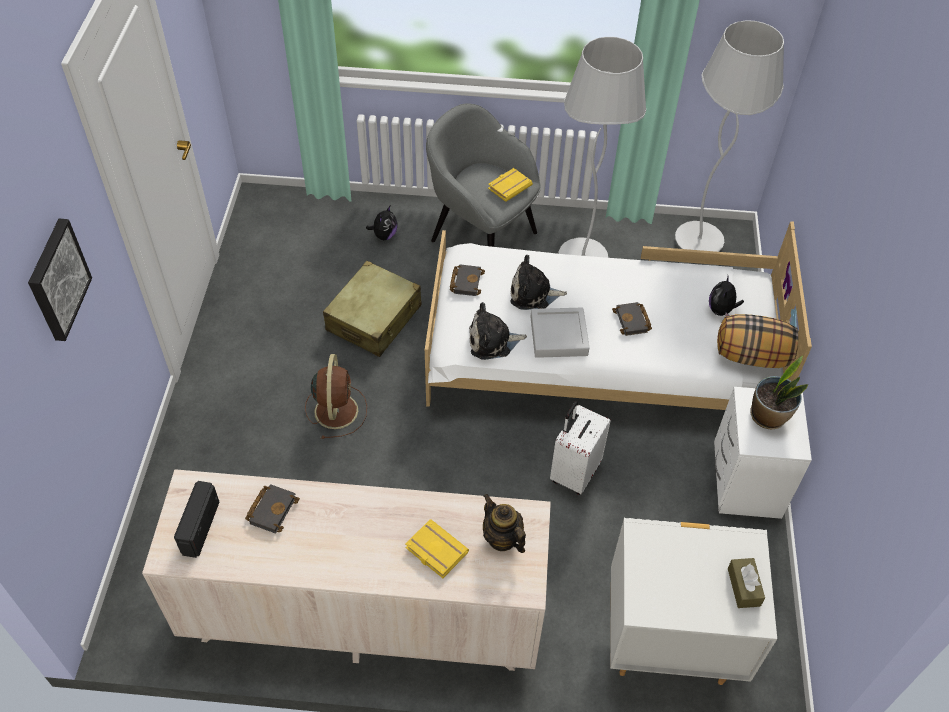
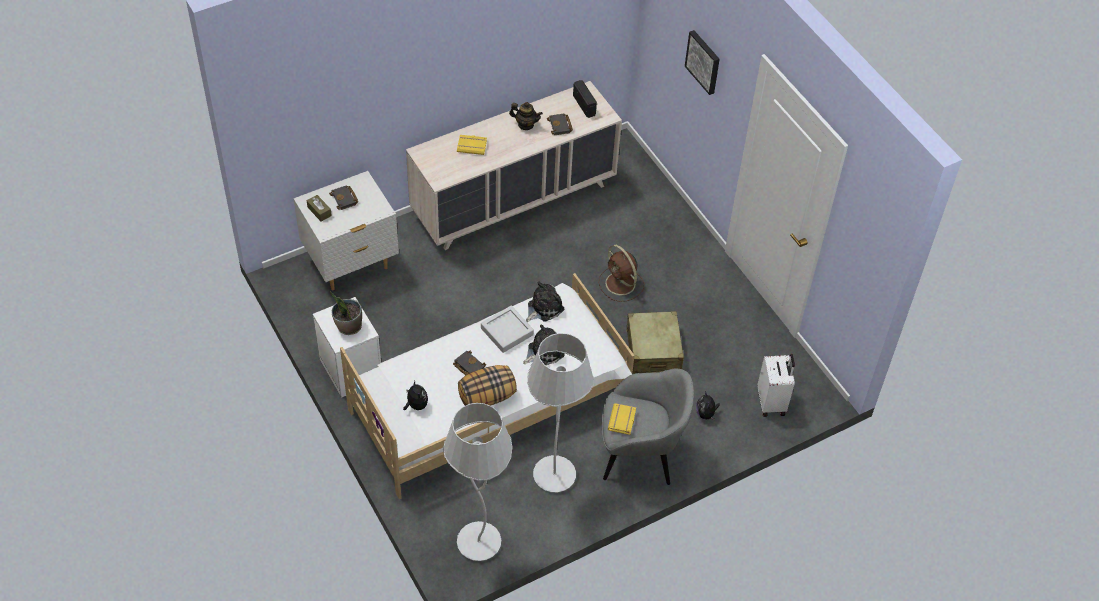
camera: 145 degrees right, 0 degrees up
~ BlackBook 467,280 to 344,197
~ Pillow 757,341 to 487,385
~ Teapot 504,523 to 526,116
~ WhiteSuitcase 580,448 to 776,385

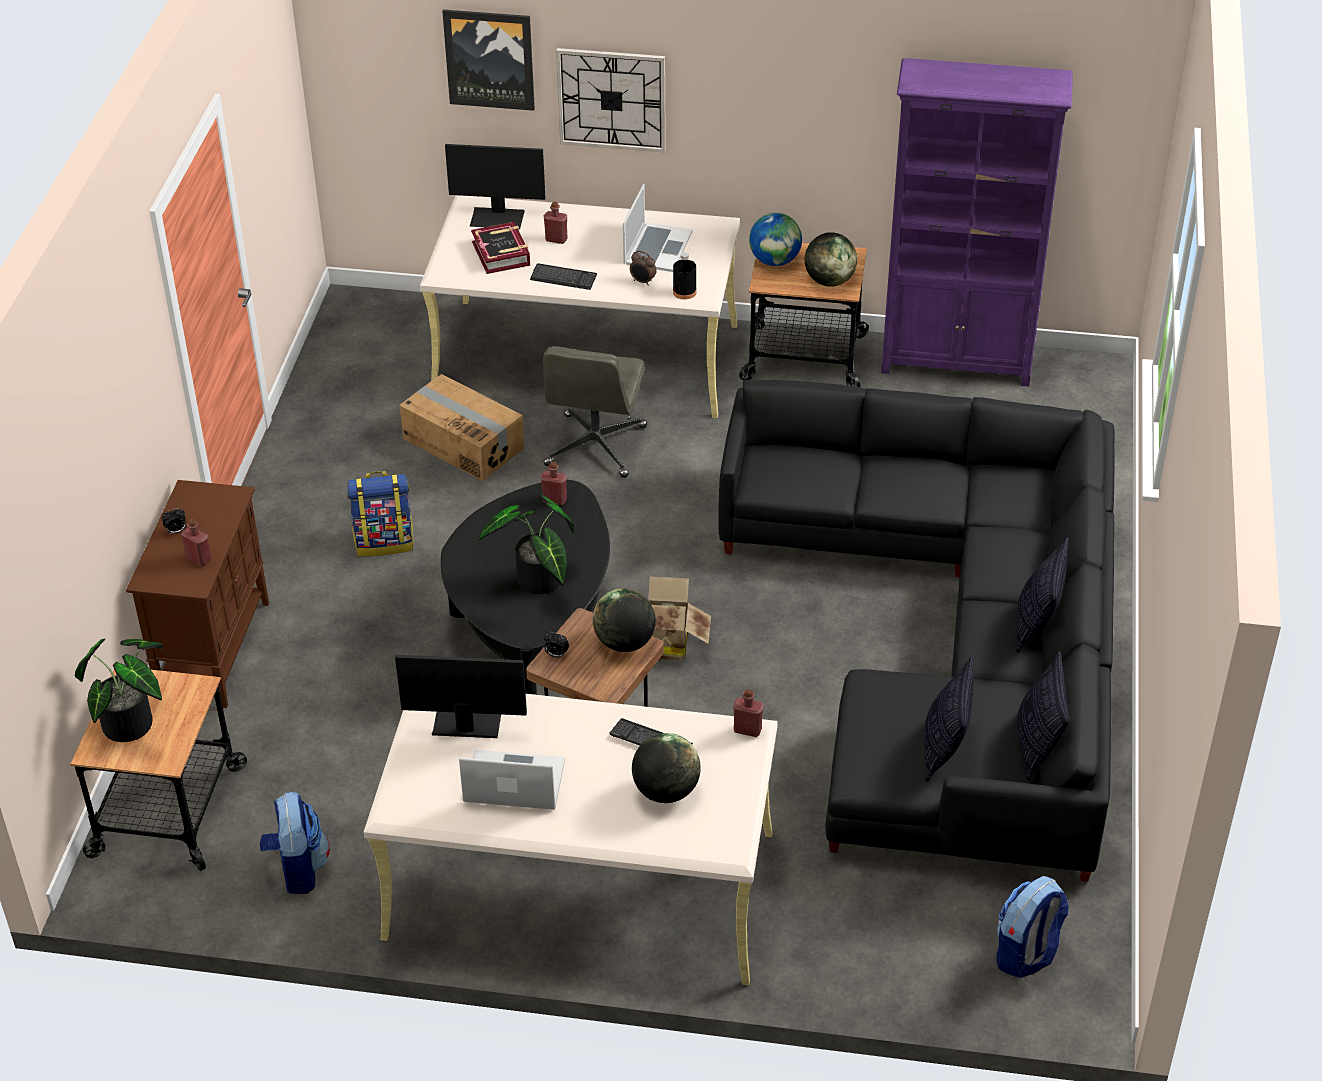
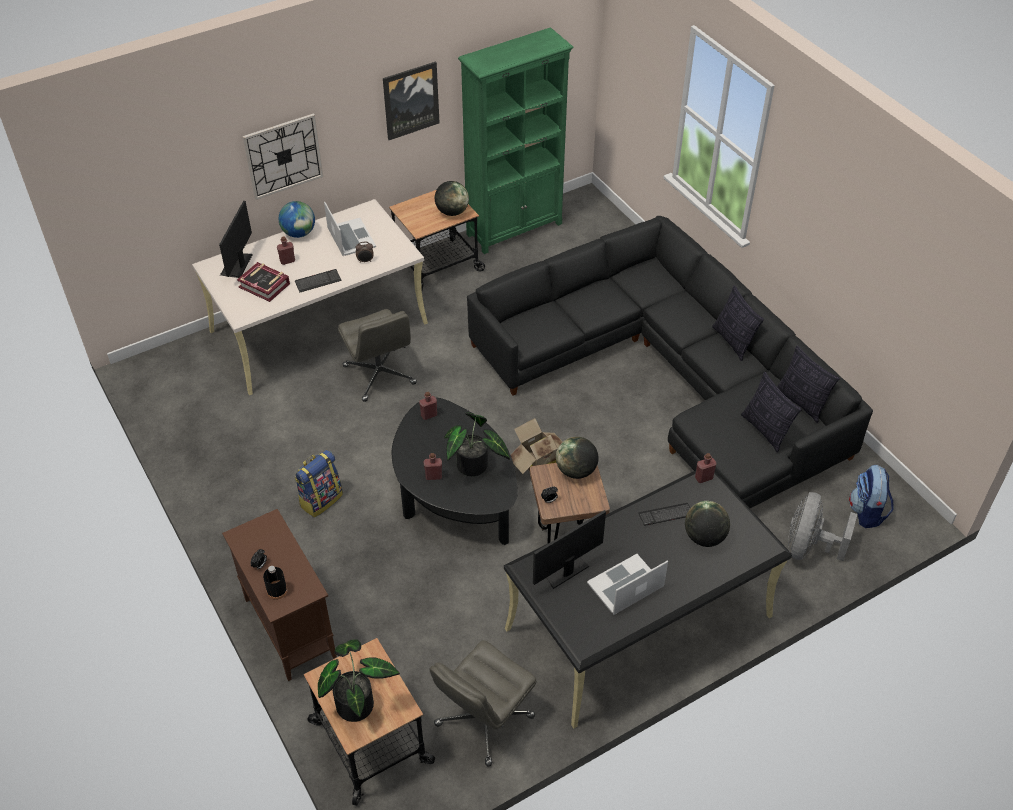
camera: 40 degrees left, 5 degrees up
~ Monitor 495,186 = 235,239 135 degrees clockwise
~ BlackBottle 685,276 to 275,583
~ Globe 775,239 to 297,219
~ Picture 488,60 to 411,100
~ RedBottle 196,543 to 433,466
~ Backpack 295,843 to GreyOfficeChair 483,703
~ PurpleBookcase 977,222 to GreenBookcase 516,140
~ BeigeDesk 571,839 to BlackDesk 648,599
+ GreyFan 822,526
- CardboardBox 462,427

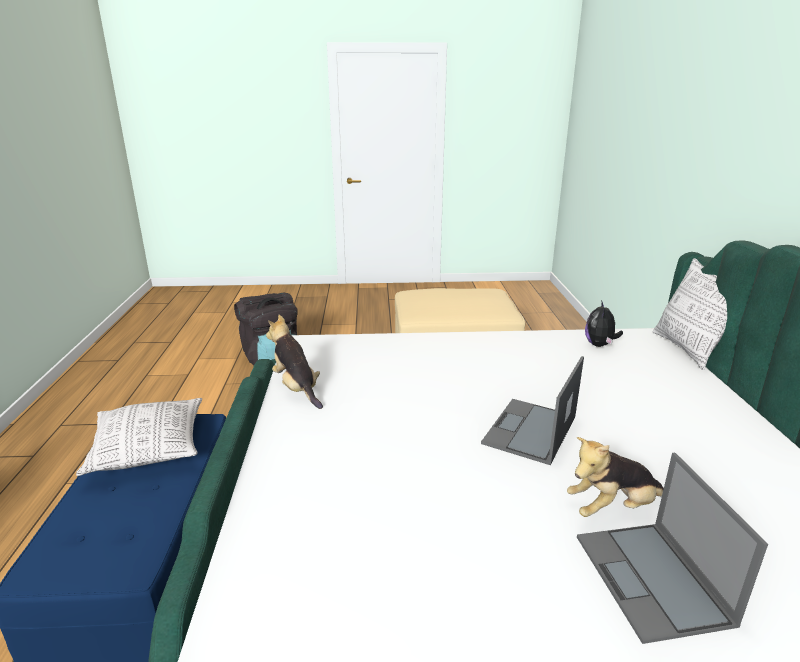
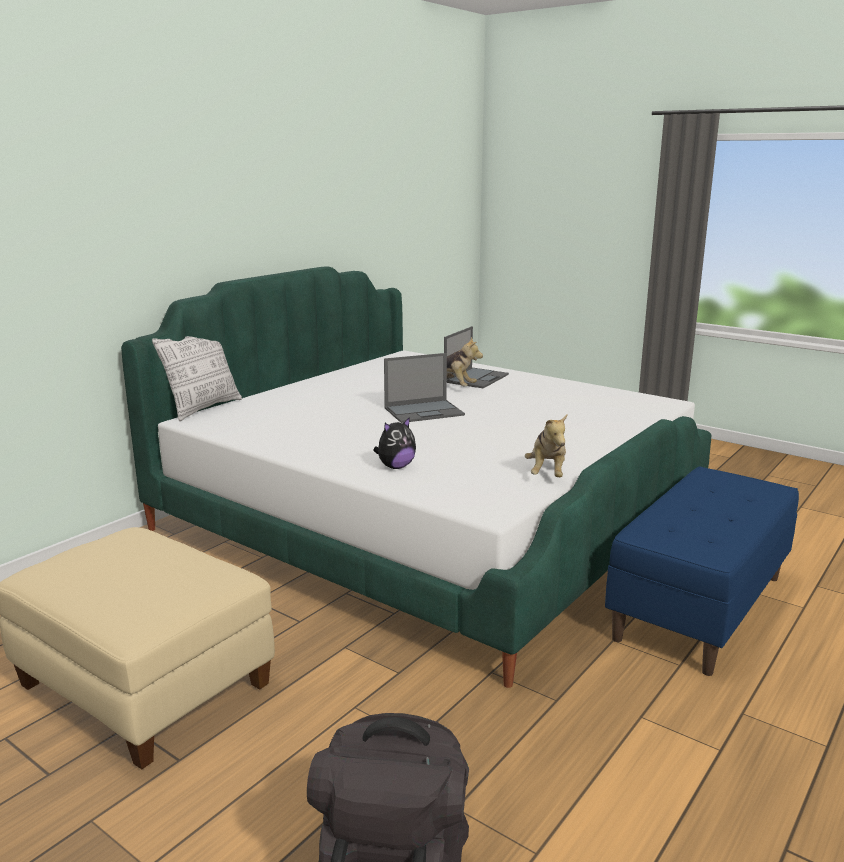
camera: 140 degrees left, 5 degrees down
~ PlushToy 604,324 to 394,443
- Pillow 139,437

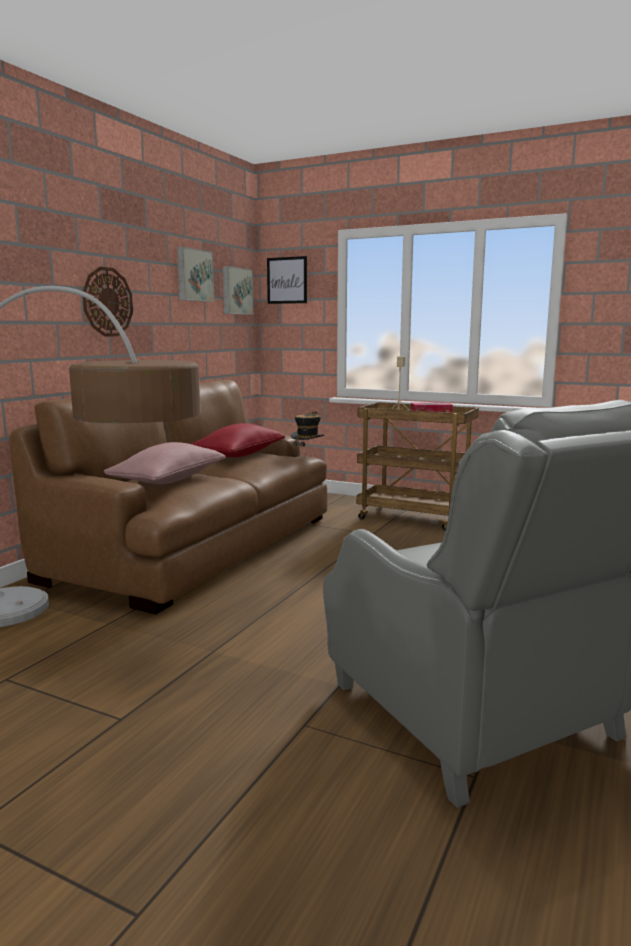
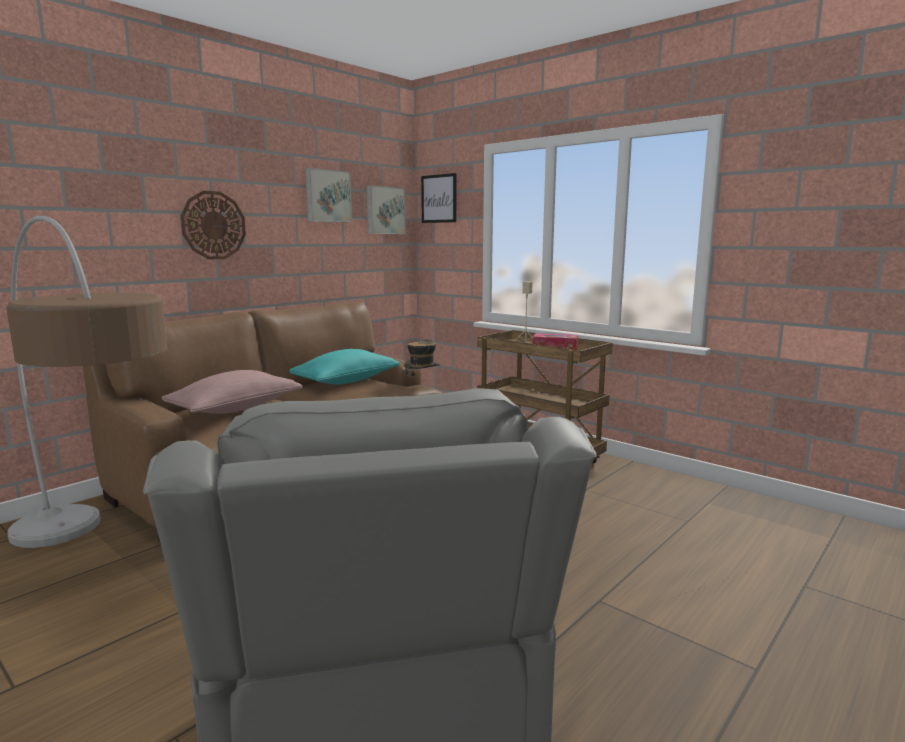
camera: 15 degrees right, 0 degrees up
~ RedPillow 238,440 to TurquoisePillow 344,367

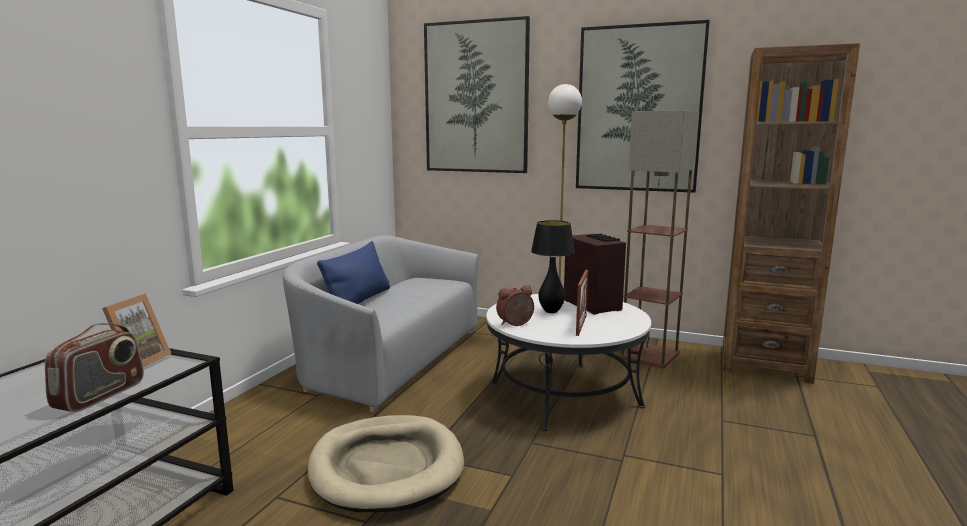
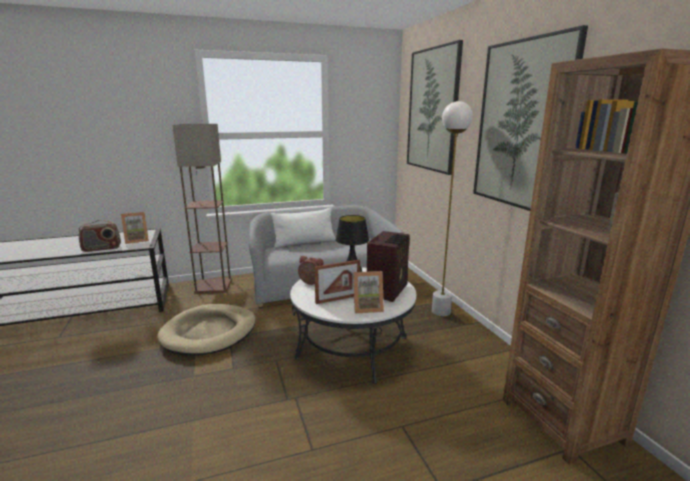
camera: 50 degrees right, 5 degrees up
~ FloorLamp 659,239 to 202,208
~ BluePillow 353,272 to WhitePillow 303,228
+ PictureFrame 368,292

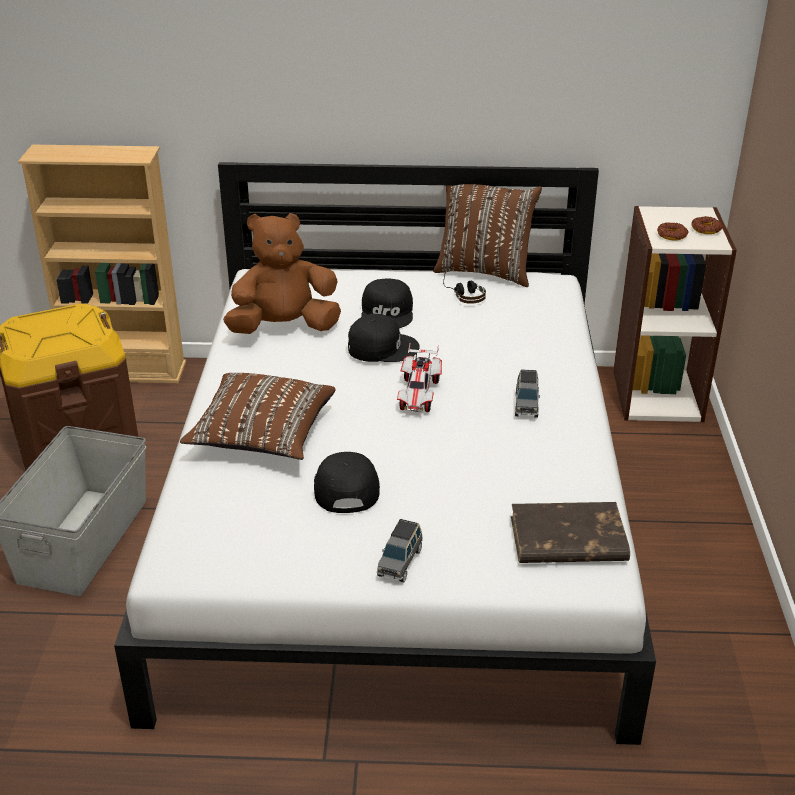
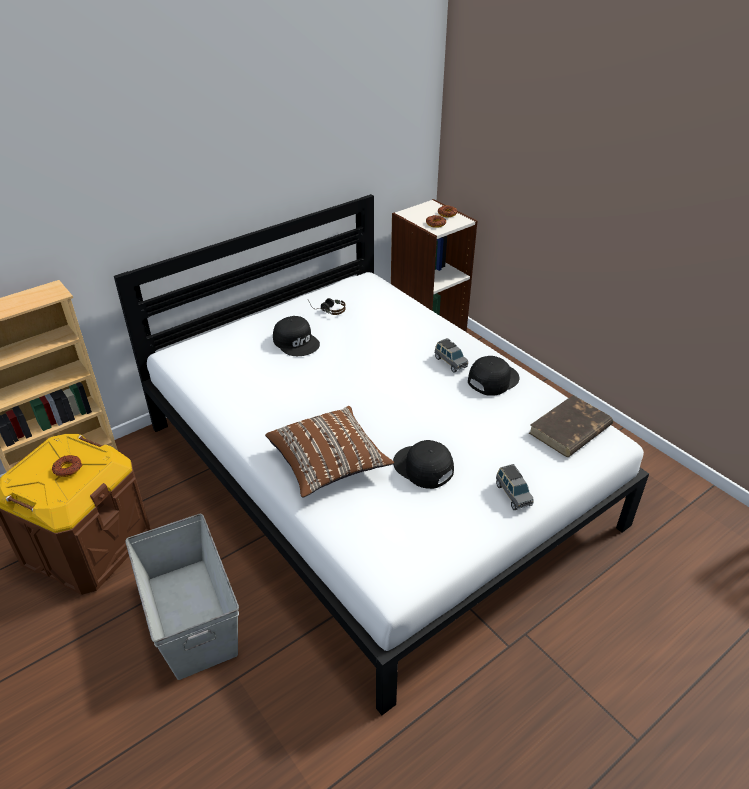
camera: 40 degrees left, 5 degrees up
+ Donut 67,466
~ BlackCap 384,338 to 493,376
- BrownPlushToy 282,273
- ToyCar 419,378
- BrownPillow 487,235

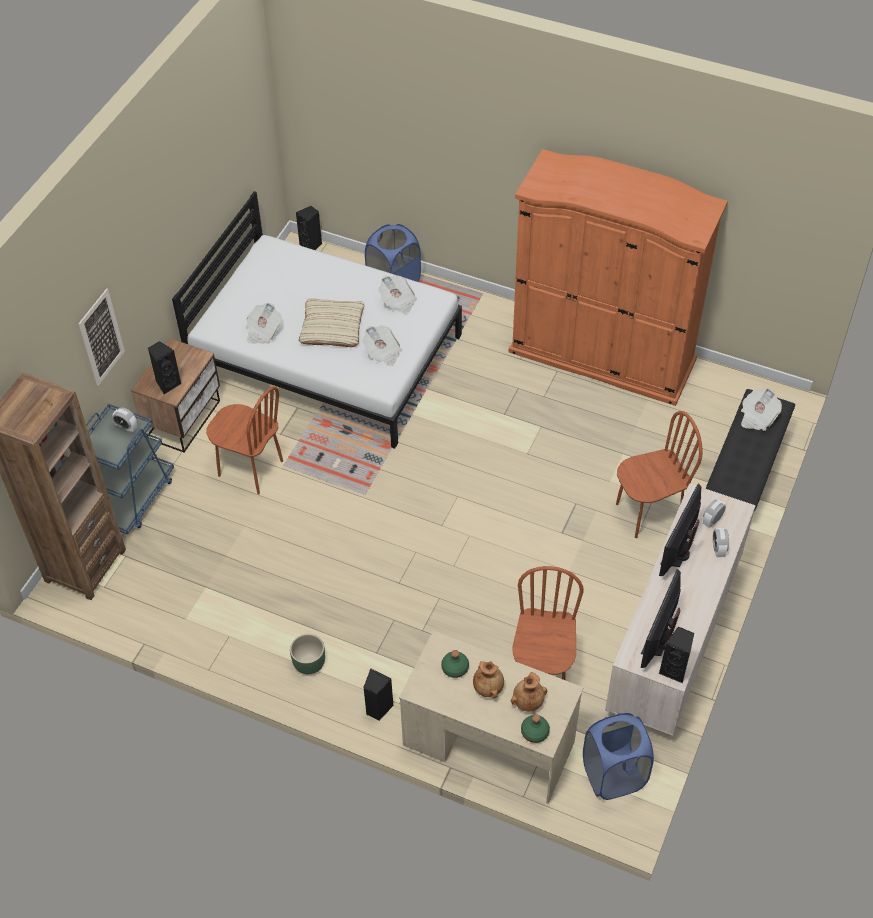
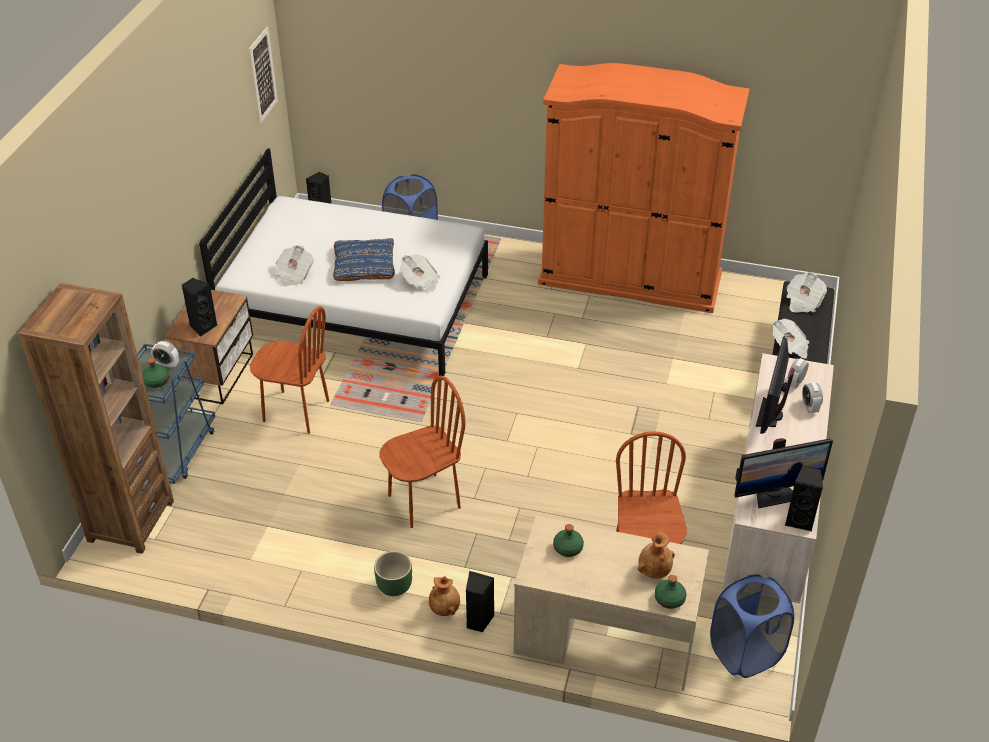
camera: 10 degrees left, 10 degrees down
+ GreenBottle 155,373
~ Picture 101,337 to 263,75
~ BeigePillow 331,322 to BluePillow 364,259
~ BrownChair 659,474 to 422,452
~ BrownVase 488,679 to 444,596
~ Monitor 661,618 = 784,473 120 degrees counterclockwise
~ Newspaper 397,294 to 791,339

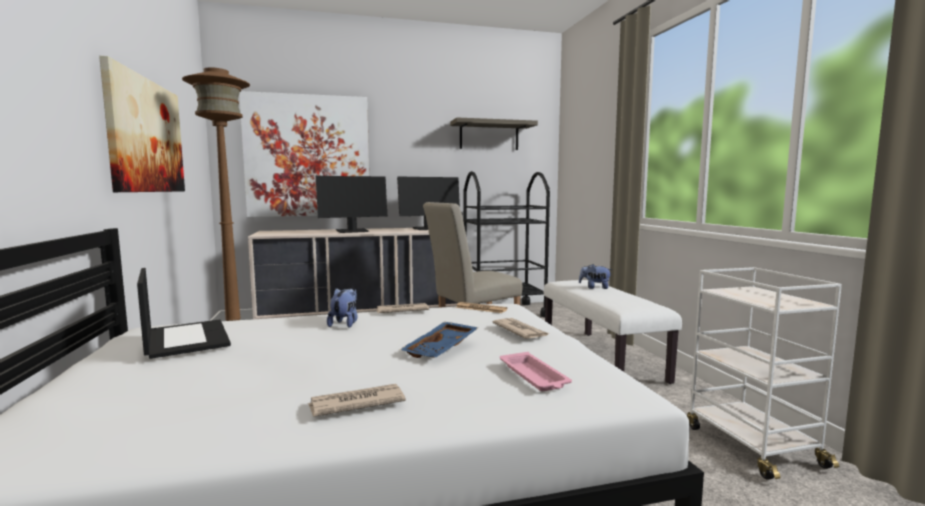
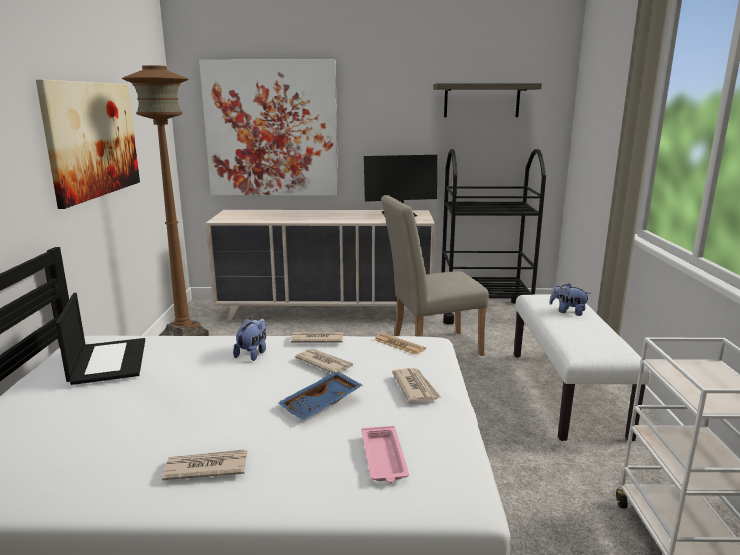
camera: 15 degrees right, 10 degrees up
+ Newspaper 324,361
- Monitor 351,204

